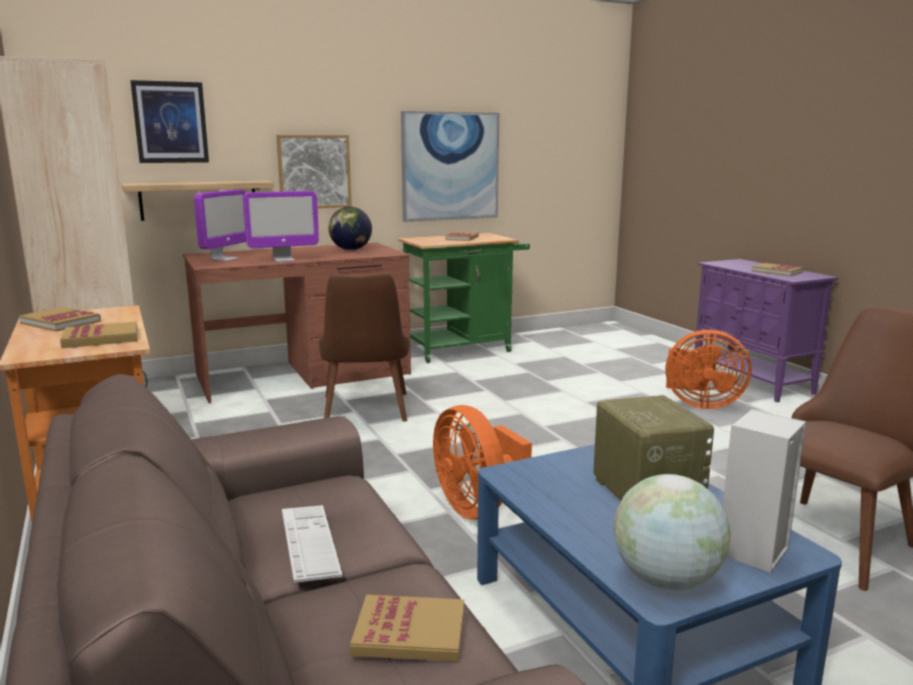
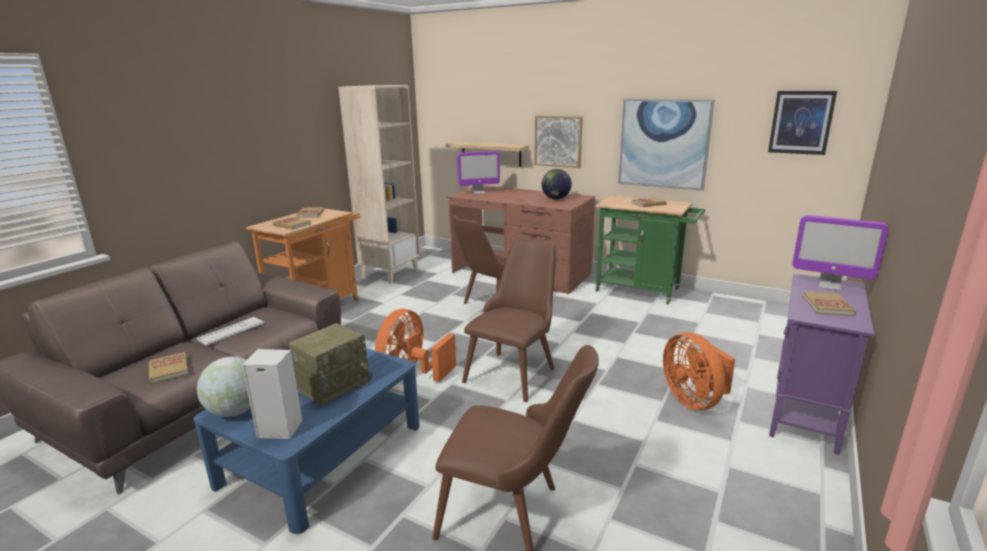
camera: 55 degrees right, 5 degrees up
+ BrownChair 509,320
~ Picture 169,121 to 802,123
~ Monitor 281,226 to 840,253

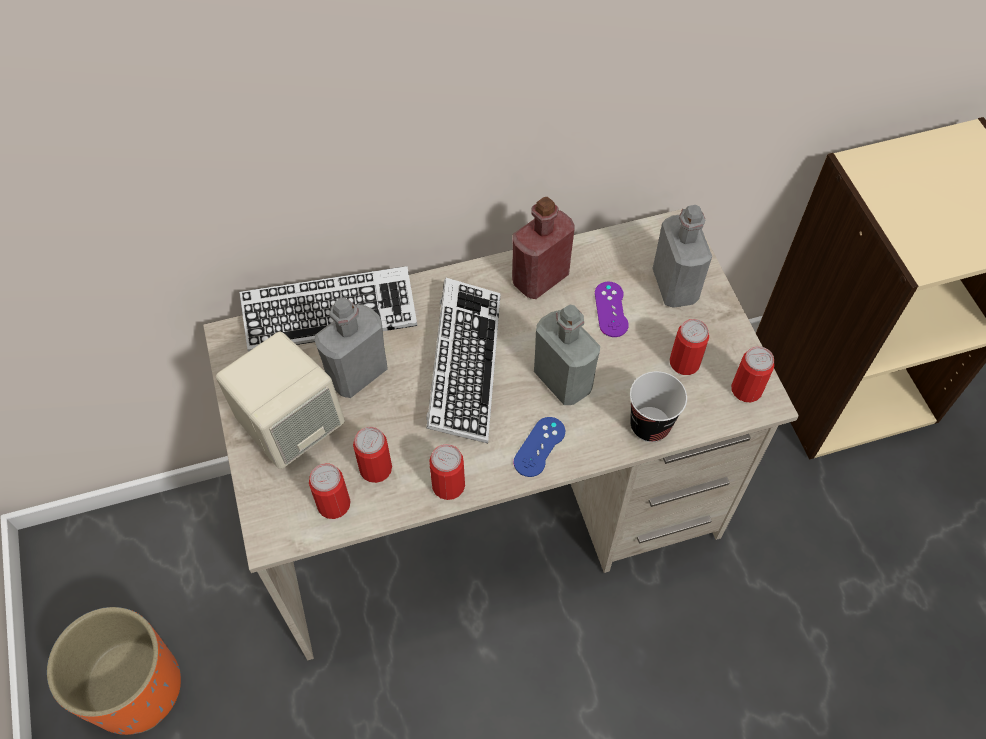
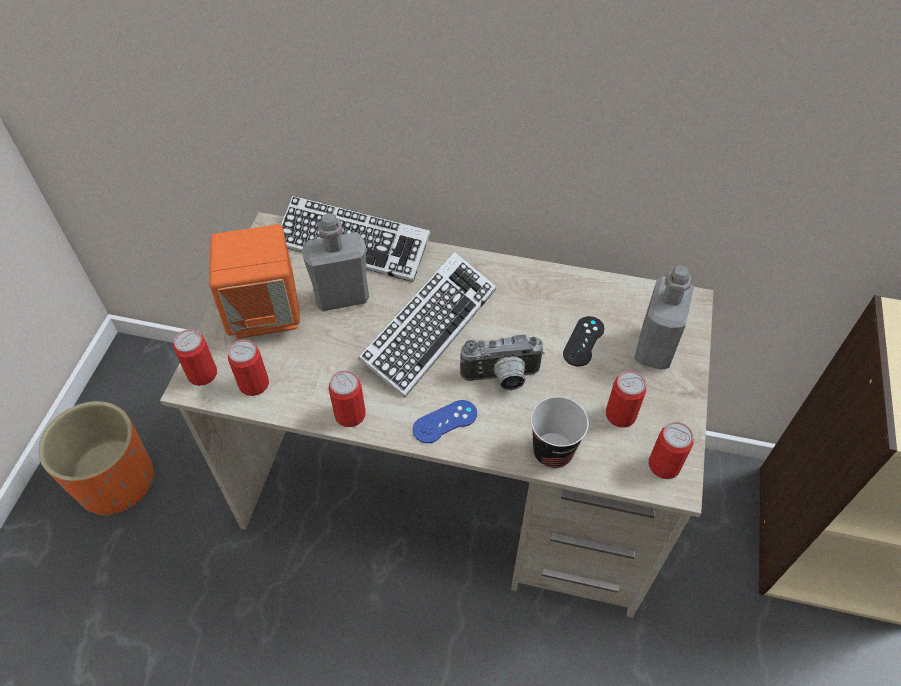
camera: 30 degrees right, 5 degrees down
~ Can 372,455 to 195,357
~ BeigeSpeaker 280,400 to OrangeSpeaker 254,281
~ GreyBottle 567,354 to PhotoCamera 502,362
~ PurpleGameController 612,309 to BlackGameController 584,341
- RedBottle 543,248

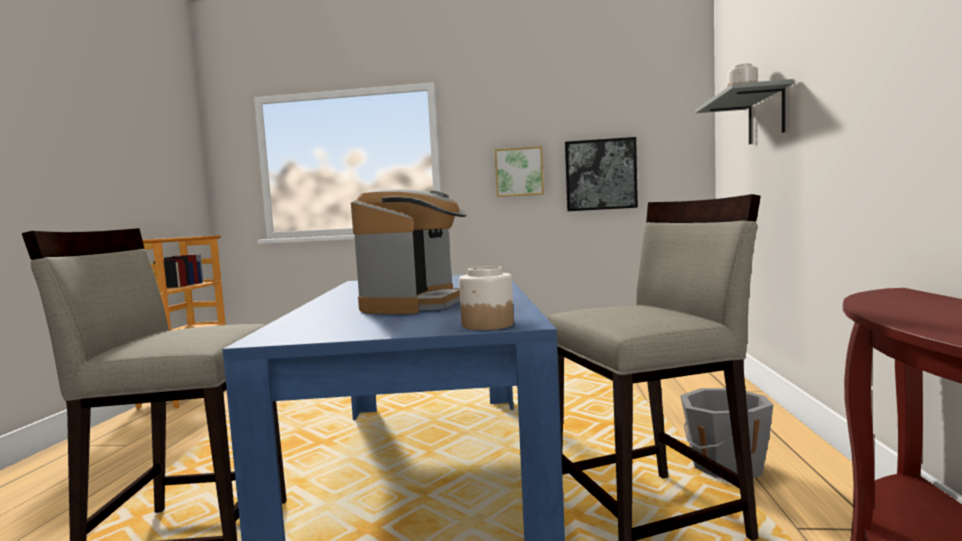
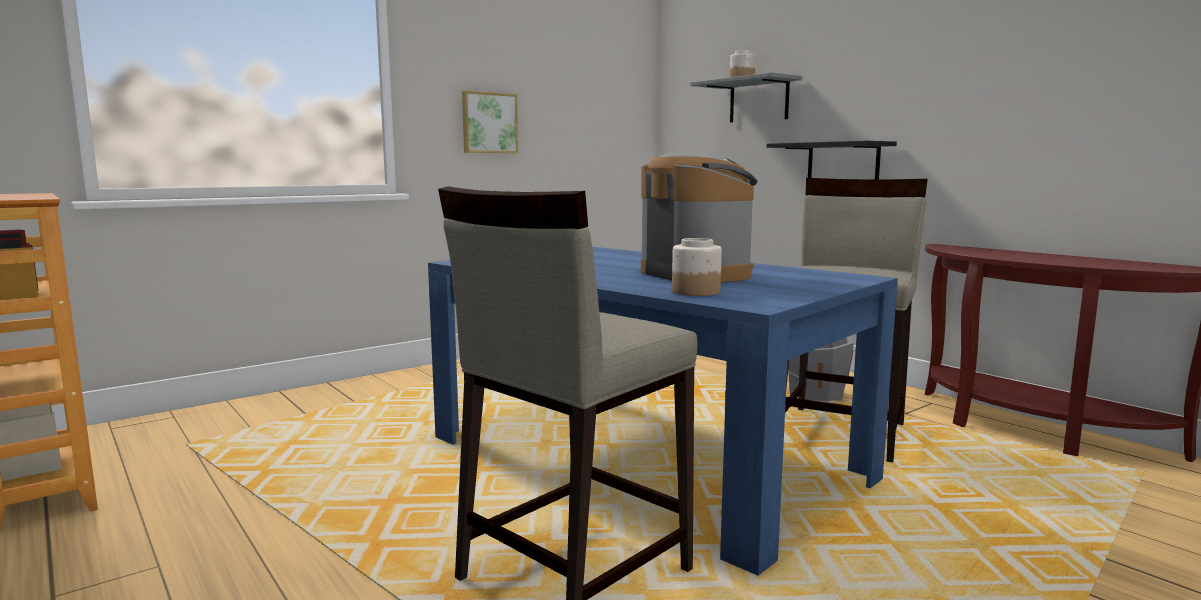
camera: 45 degrees left, 5 degrees up
~ Jar 486,298 to 697,267
+ BlackShelf 832,160
- Picture 601,174

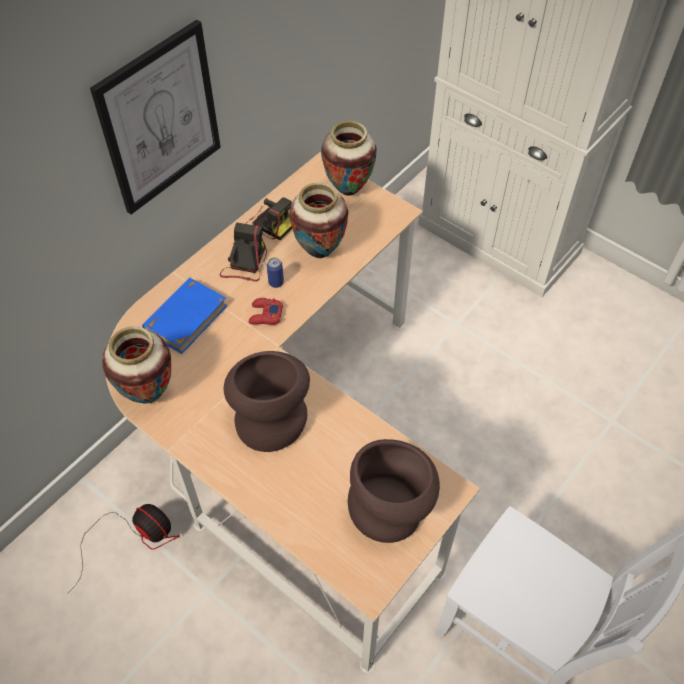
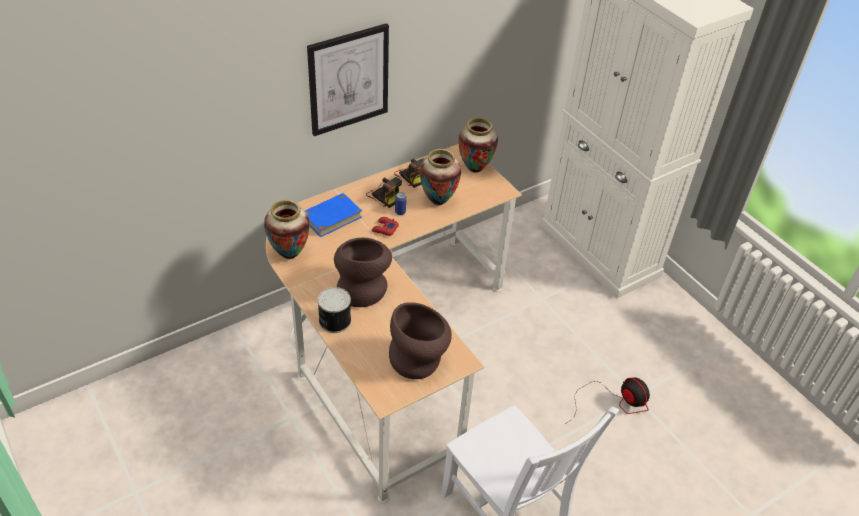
camera: 15 degrees right, 10 degrees down
+ Can 334,310
~ PhotoCamera 243,252 = 384,192 105 degrees clockwise
~ Fan 124,548 to 607,400

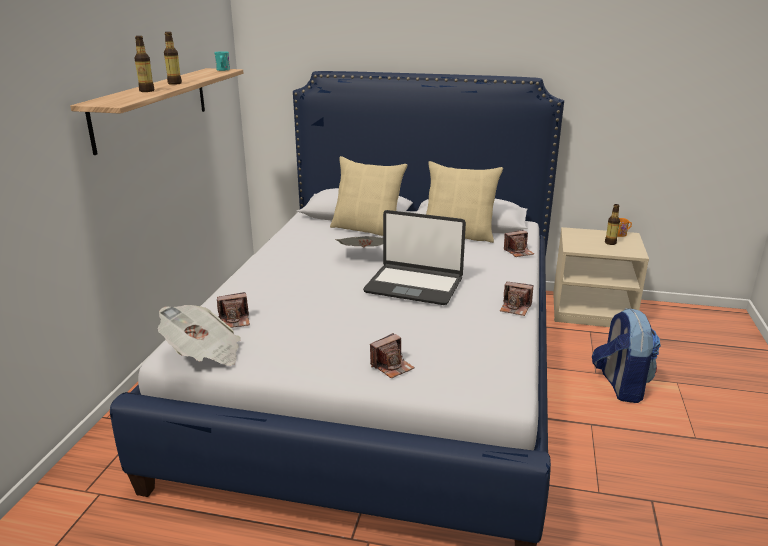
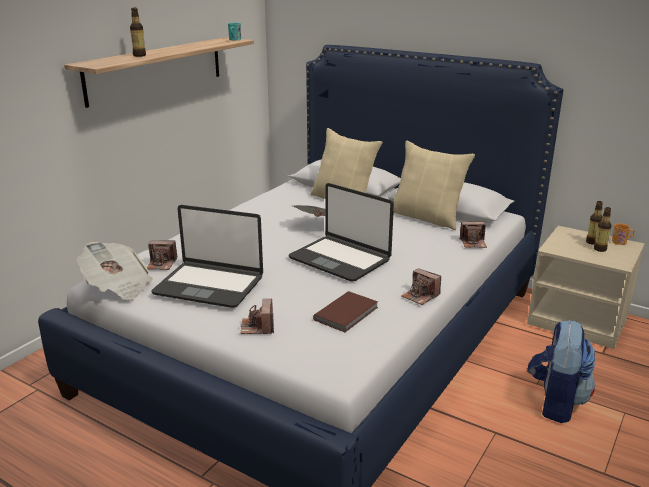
camera: 20 degrees right, 0 degrees up
+ Laptop 207,256
~ PhotoCamera 392,355 = 257,316 105 degrees clockwise
+ BrownBook 345,311
~ Bottle 173,58 to 594,223

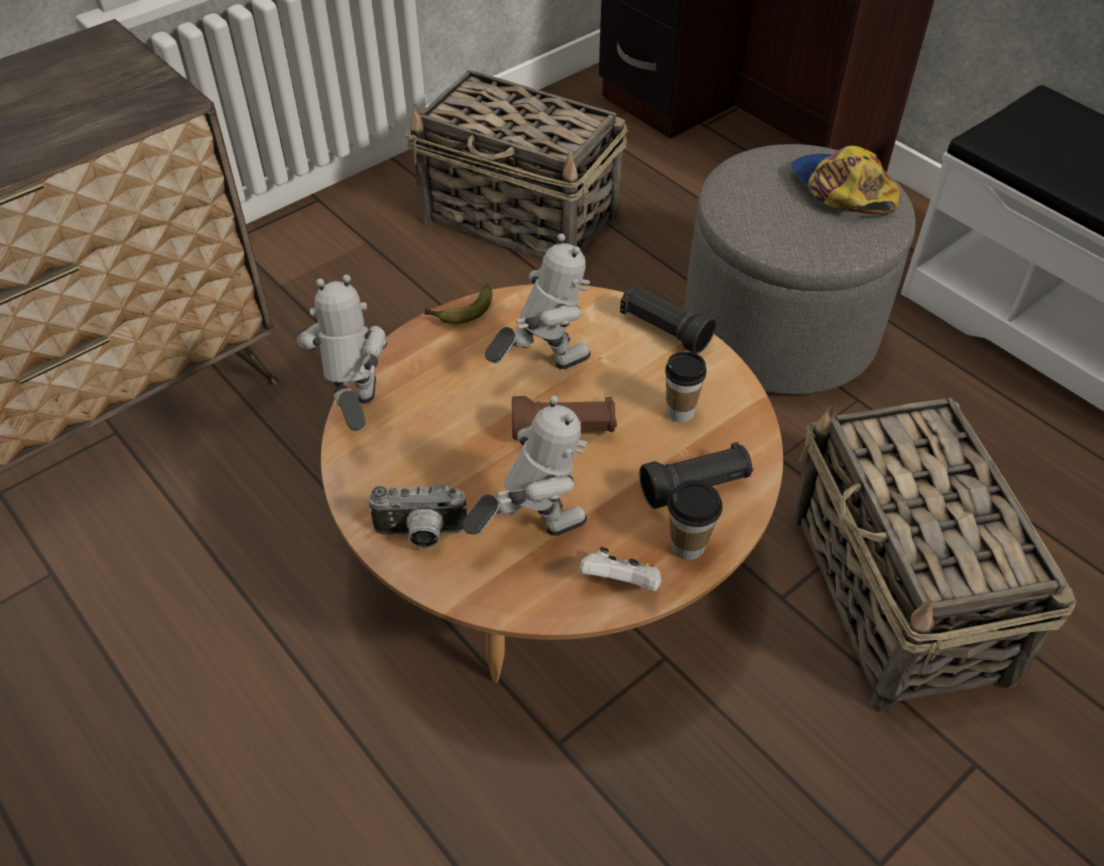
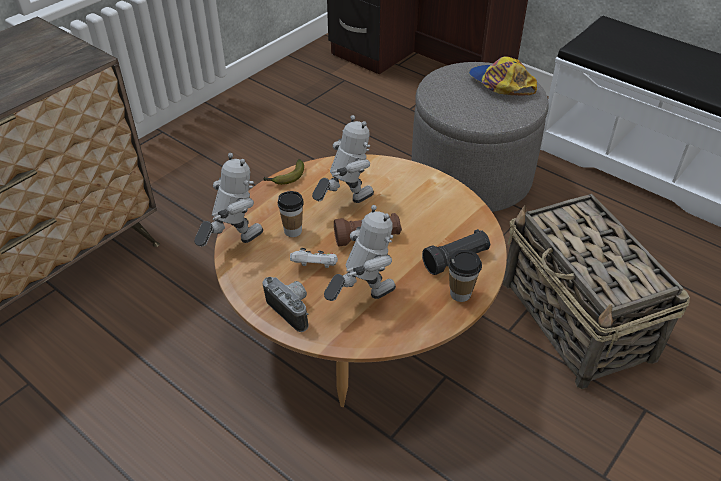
camera: 10 degrees left, 5 degrees down
~ ToyRobot 341,352 = 228,200 60 degrees clockwise
~ PhotoCamera 417,516 = 286,304 120 degrees counterclockwise
~ Cup 686,387 to 291,214
~ WhiteGameController 620,569 to 314,258
- Basket 516,165
- BlackFlashlight 668,319

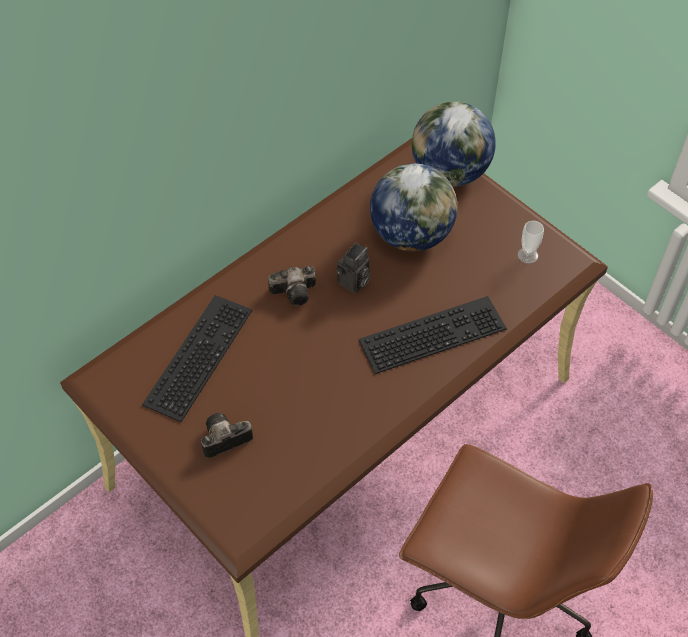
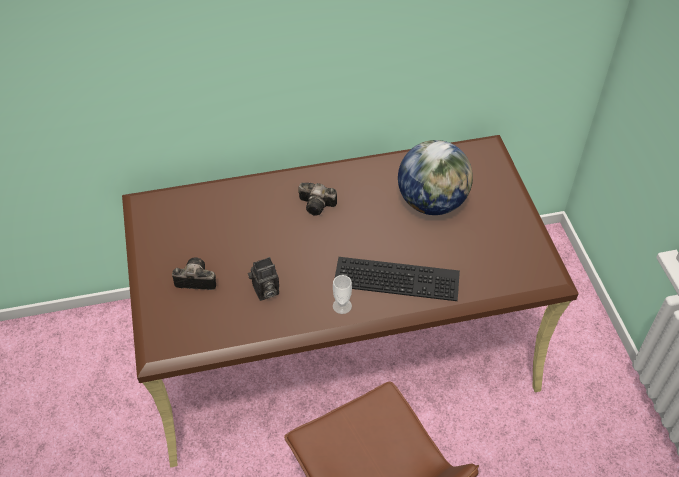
camera: 30 degrees right, 5 degrees down
~ PhotoCamera 353,268 to 263,279
~ Cup 531,242 to 342,294
- Keyboard 197,358
- Globe 454,144

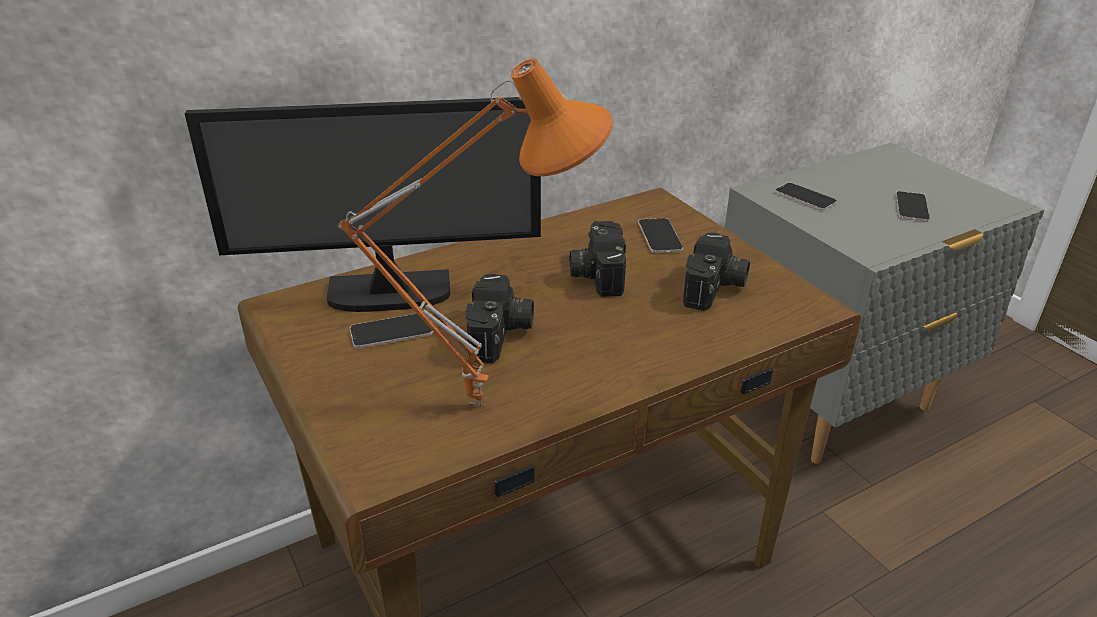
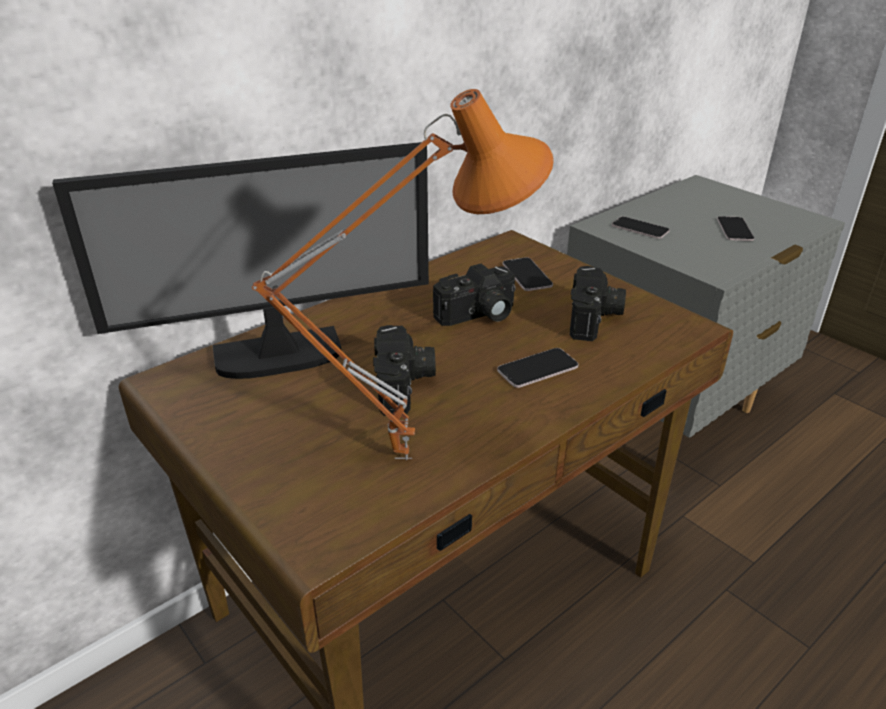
camera: 10 degrees left, 0 degrees up
~ PhotoCamera 598,259 = 474,294 105 degrees counterclockwise
~ Phone 391,330 to 538,368

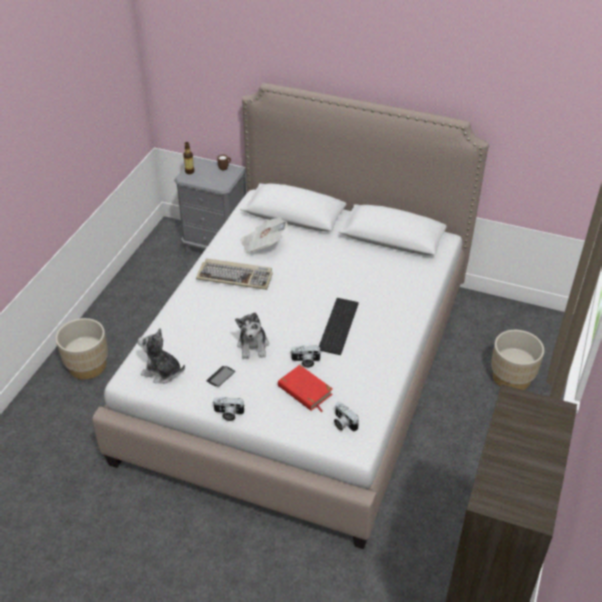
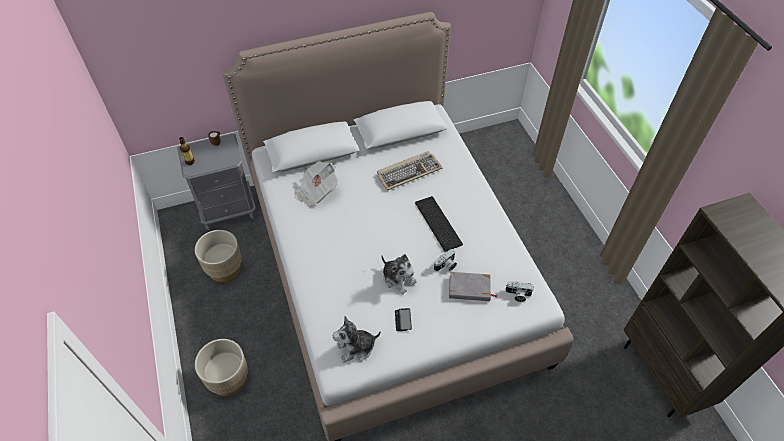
camera: 40 degrees left, 10 degrees up
~ BeigePlanter 517,360 to 218,256
~ Keyboard 234,274 to 409,171
~ RedBook 305,388 to GreyBook 473,286
- PhotoCamera 229,409

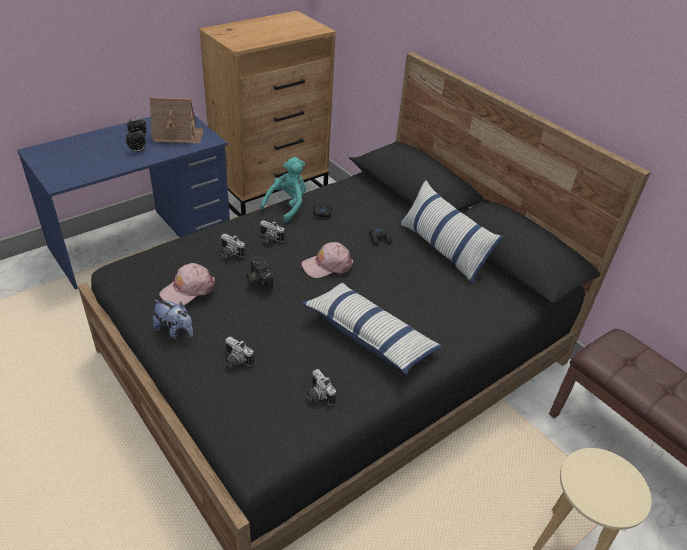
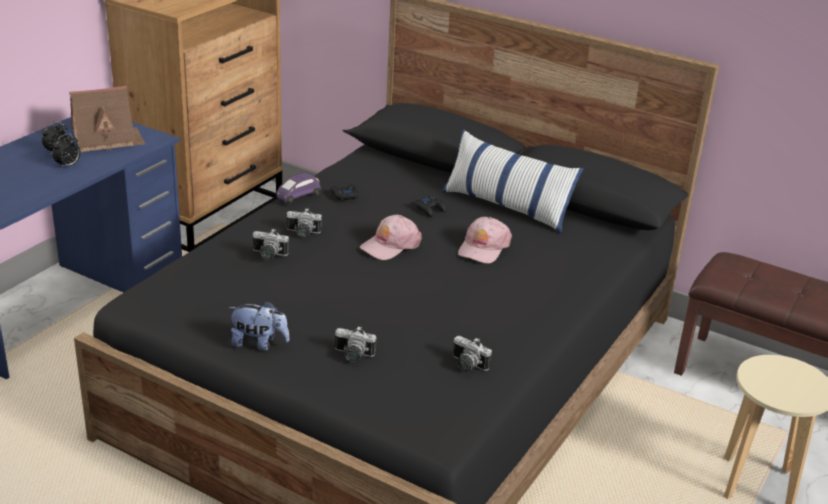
camera: 20 degrees left, 10 degrees down
~ TurquoisePlushToy 283,190 to PurpleToyCar 298,188
~ PinkCap 187,284 to 485,240
- PhotoCamera 259,273
- Pillow 371,328

